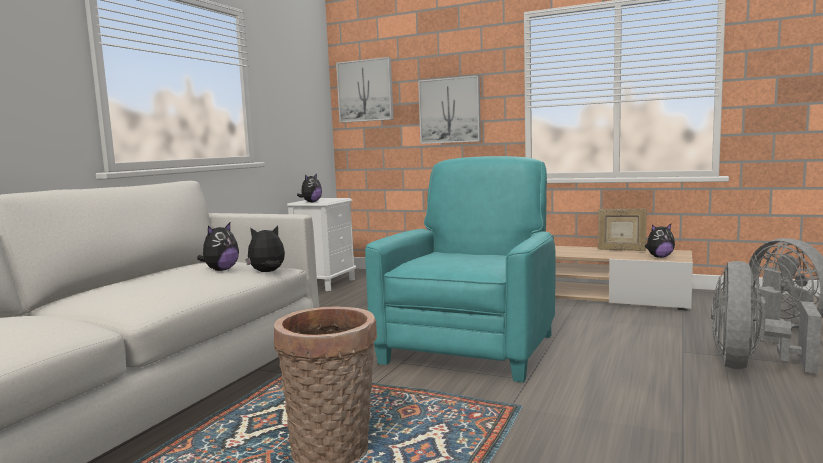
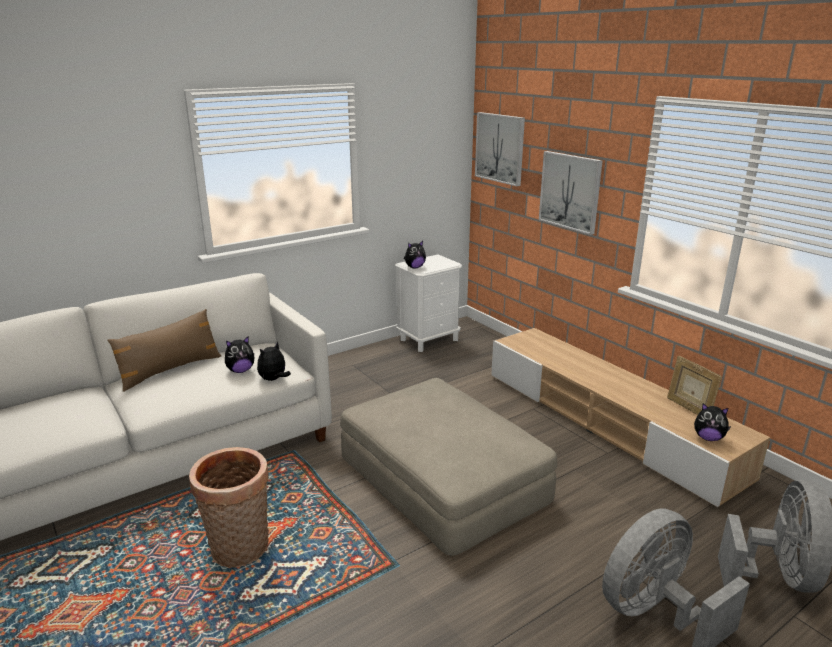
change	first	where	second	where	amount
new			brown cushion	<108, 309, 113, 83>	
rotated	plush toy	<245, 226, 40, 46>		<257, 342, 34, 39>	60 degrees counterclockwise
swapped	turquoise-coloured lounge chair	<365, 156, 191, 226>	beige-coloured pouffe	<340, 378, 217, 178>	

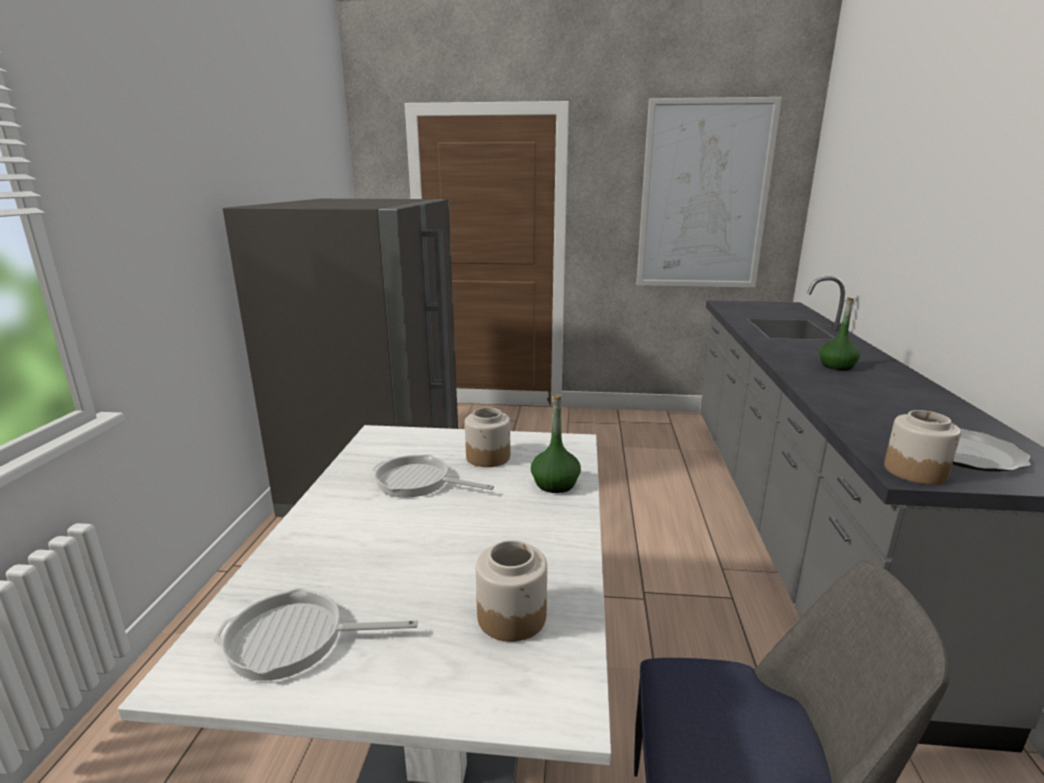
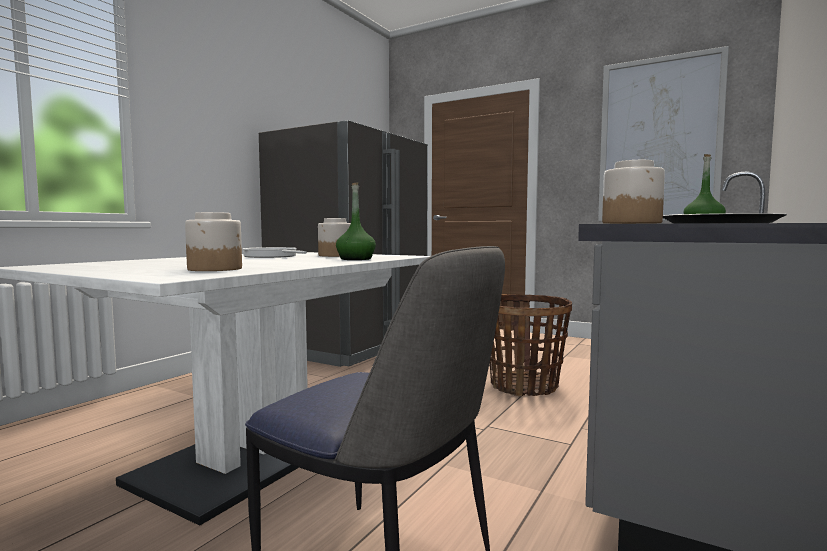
change	first	where	second	where	amount
new			household basket	<490, 294, 82, 103>	
gone	frying pan	<213, 588, 205, 93>			

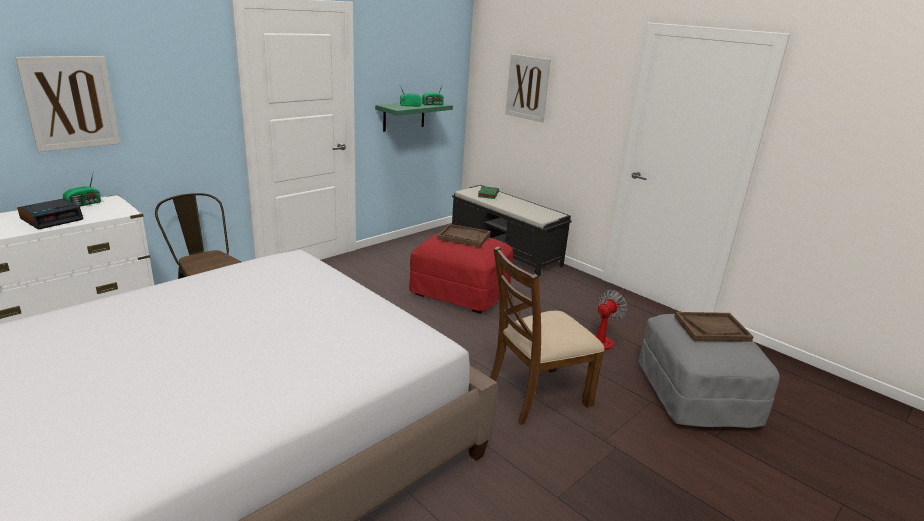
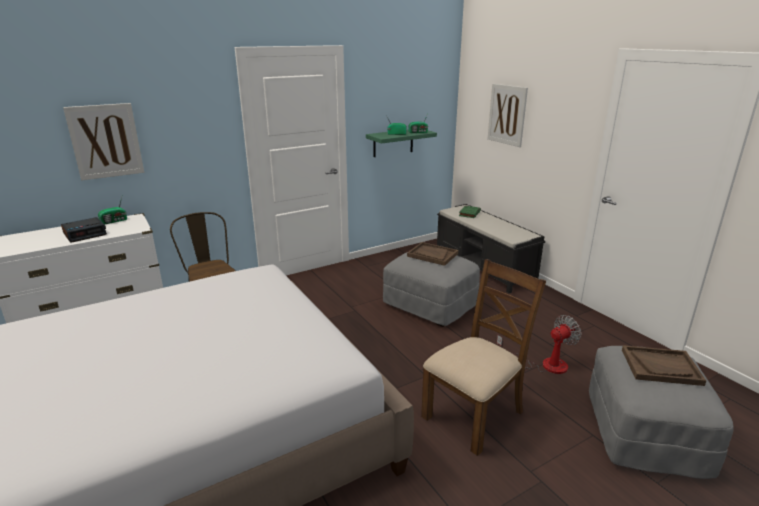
change	first	where	second	where	amount
repainted	red-coloured pouffe	<409, 233, 104, 81>	gray pouffe	<383, 252, 97, 75>	
rotated	brown chair	<490, 246, 115, 179>		<421, 259, 125, 197>	150 degrees clockwise

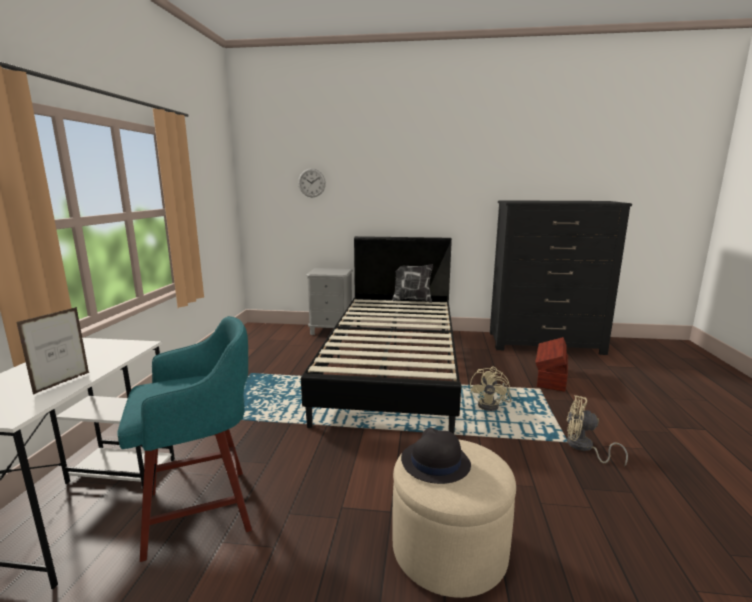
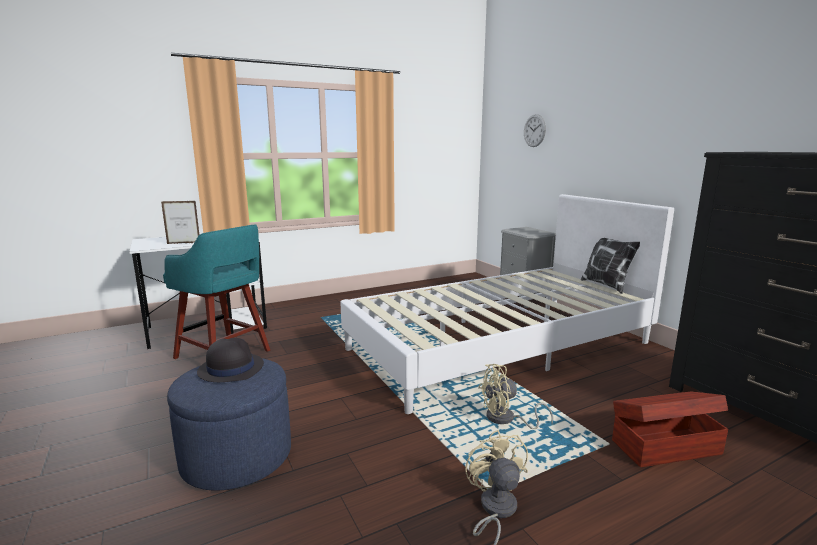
change	first	where	second	where	amount
repainted	beige-coloured pouffe	<392, 439, 124, 159>	bluish pouffe	<167, 358, 124, 133>	
repainted	black sleeping bed	<301, 236, 160, 198>	white sleeping bed	<340, 194, 334, 220>	

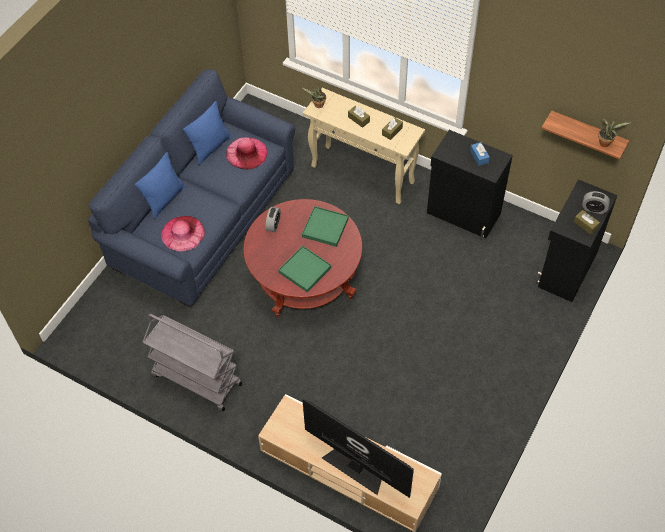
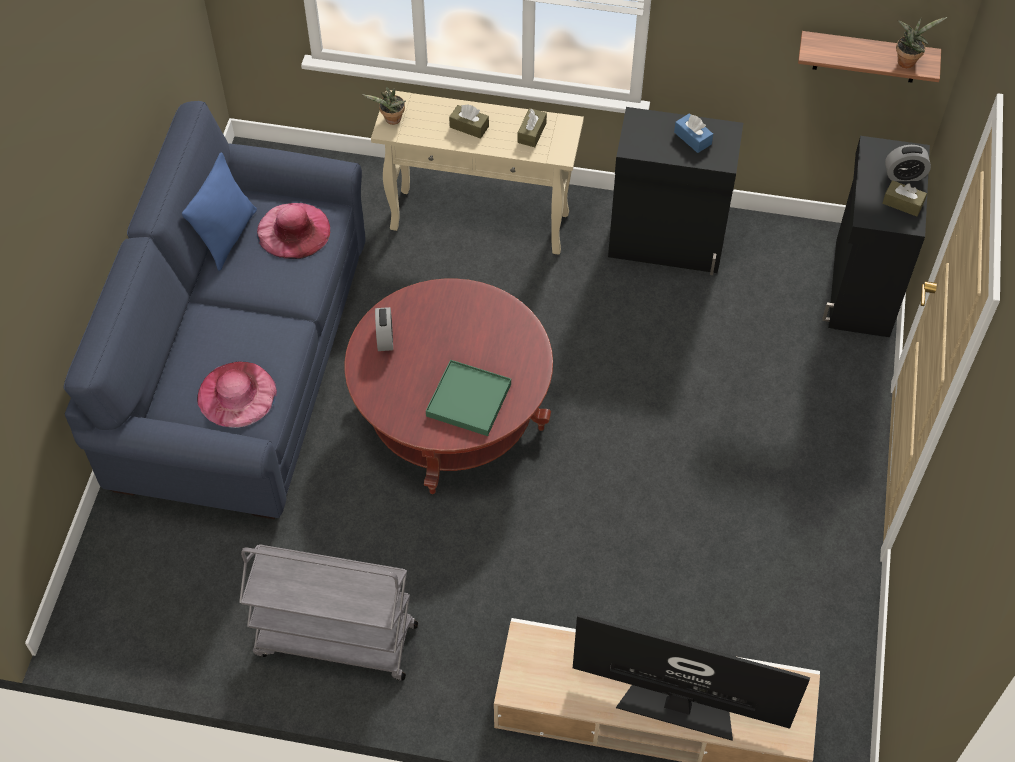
change	first	where	second	where	amount
gone	bluish cushion	<135, 152, 51, 67>			
gone	green serving tray	<302, 206, 47, 41>			

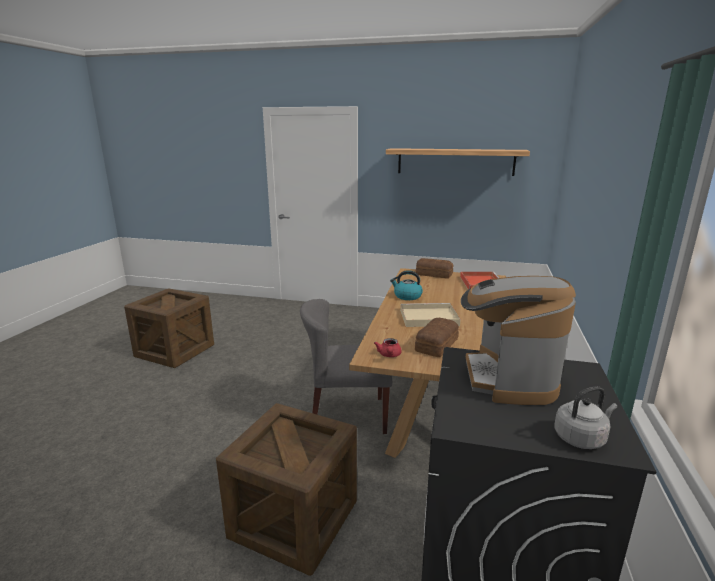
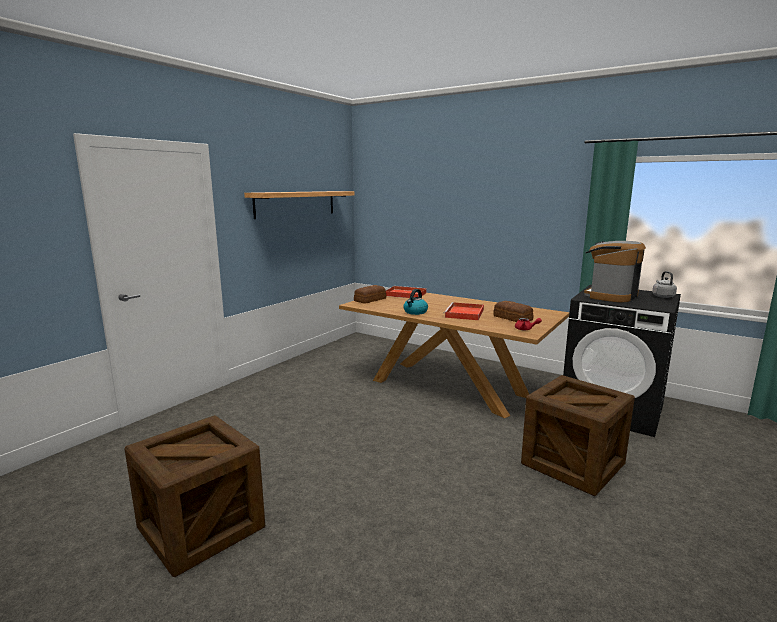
change	first	where	second	where	amount
repainted	beige-coloured serving tray	<400, 303, 61, 24>	red-coloured serving tray	<443, 302, 41, 18>	
rotated	coffee machine	<461, 276, 115, 129>		<584, 241, 62, 61>	105 degrees clockwise
gone	gray chair	<300, 299, 92, 135>			

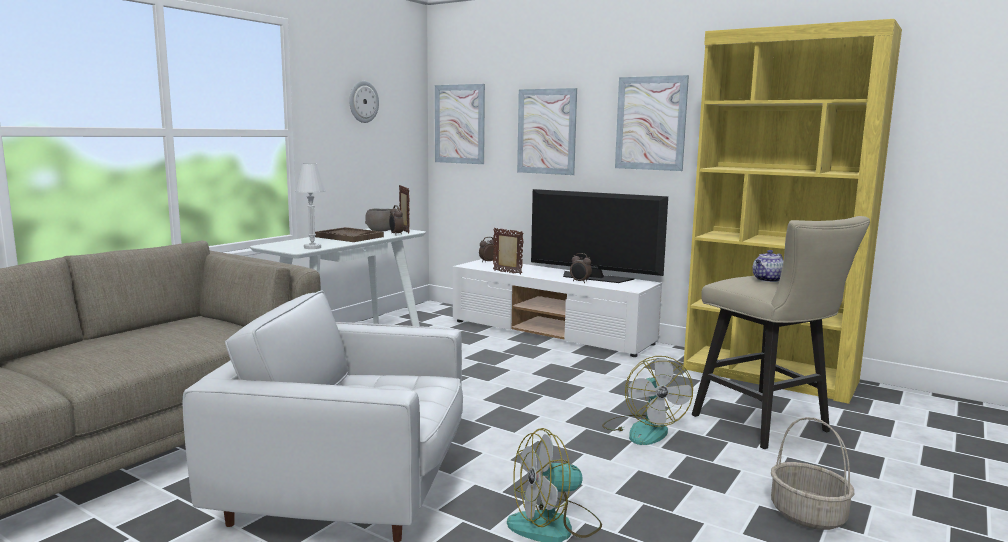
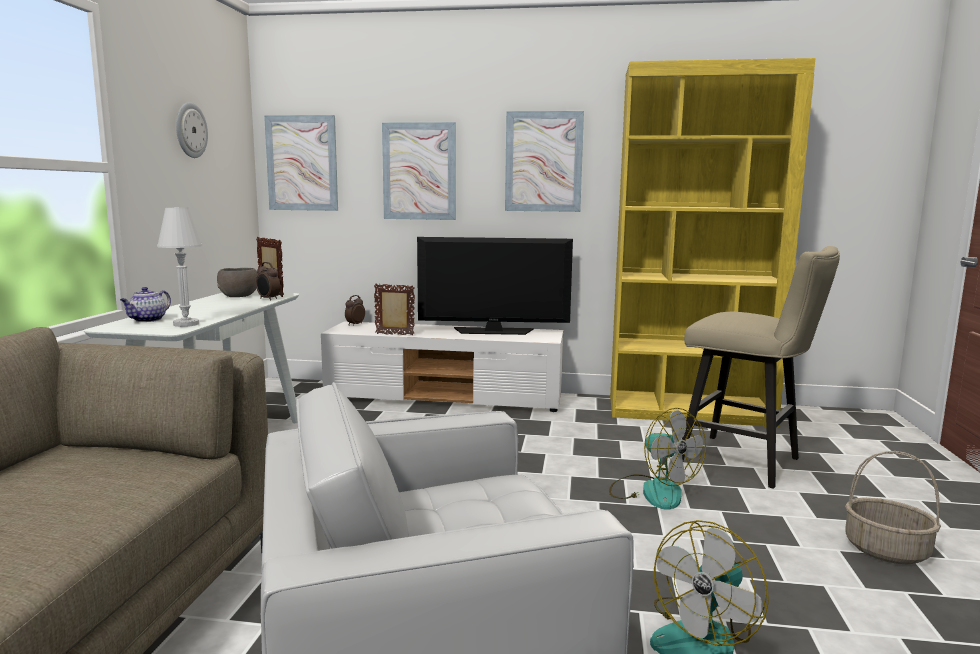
change	first	where	second	where	amount
shifted	tea pot	<752, 250, 31, 32>		<120, 287, 51, 35>	
gone	brown serving tray	<315, 227, 69, 15>			
gone	bedside clock	<570, 253, 22, 30>			

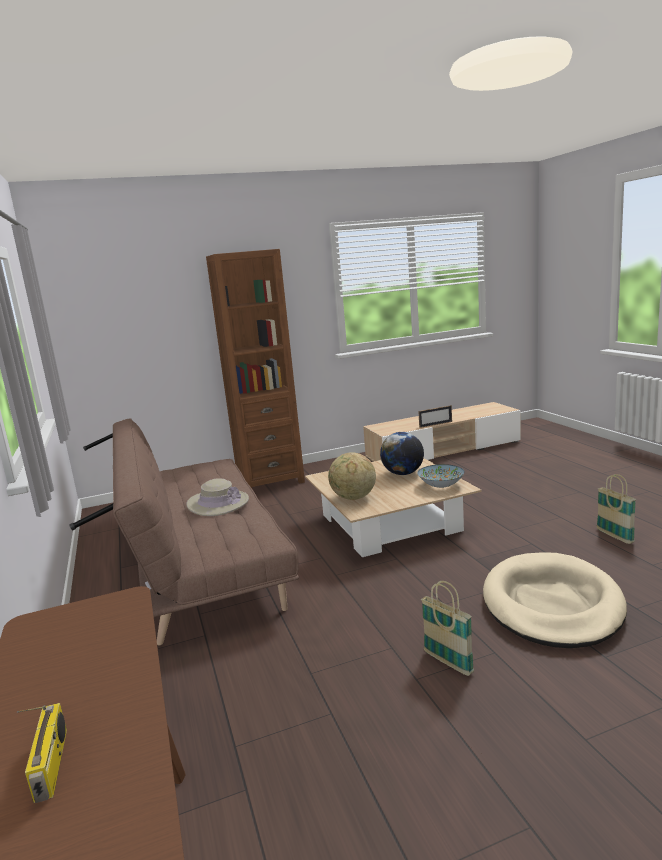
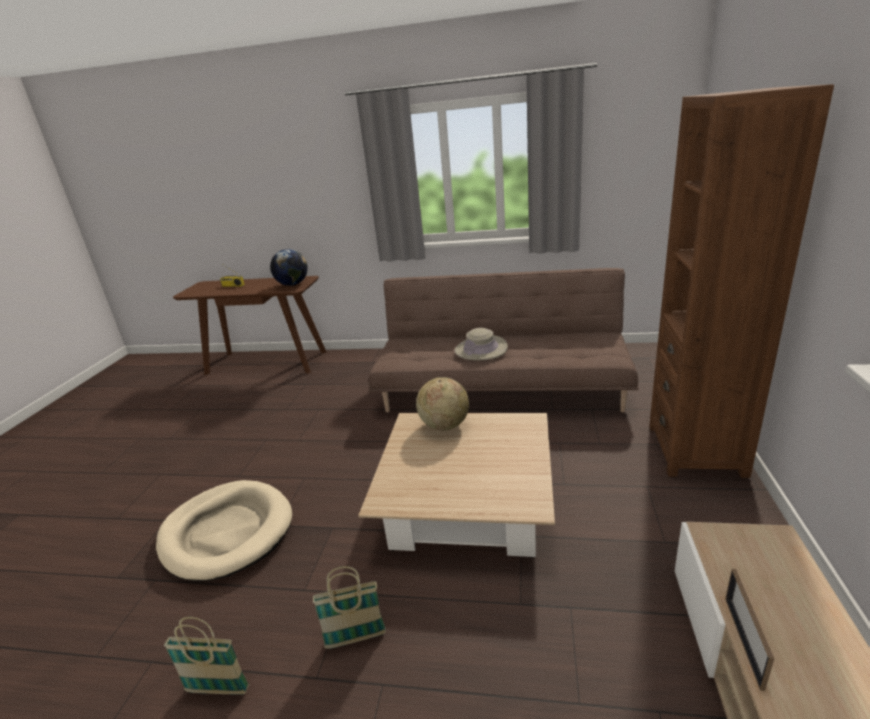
change	first	where	second	where	amount
shifted	world globe	<380, 432, 44, 43>		<270, 249, 38, 37>	
shifted	household basket	<421, 581, 53, 95>		<313, 566, 73, 83>	
gone	deep dish	<417, 464, 48, 24>			

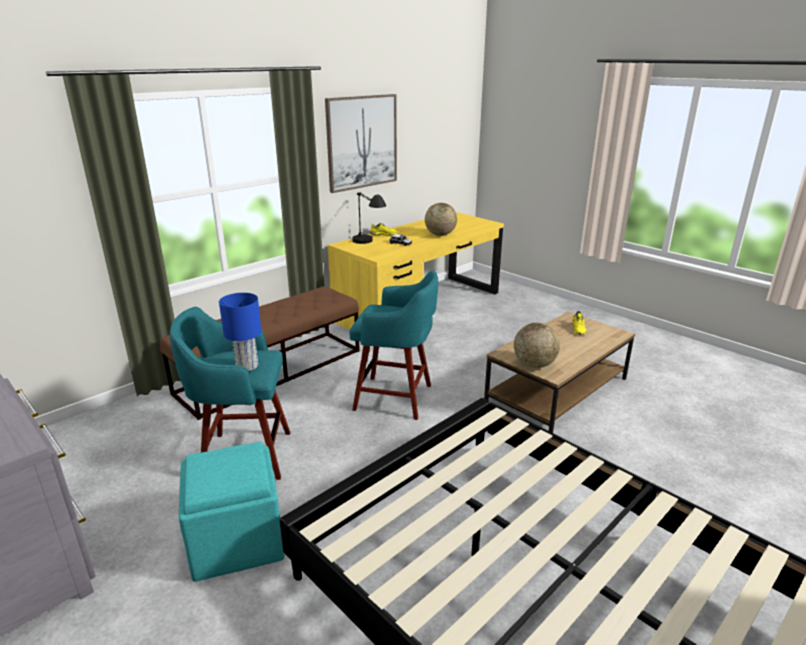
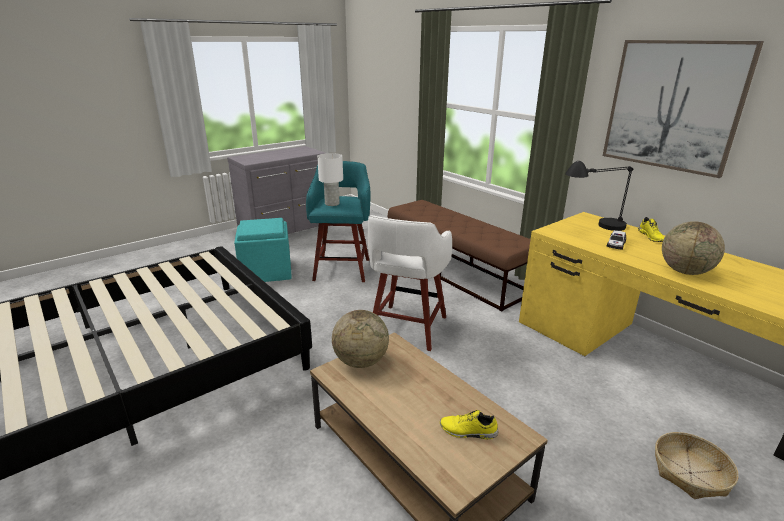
change	first	where	second	where	amount
repainted	bluish tabletop lamp	<219, 293, 43, 78>	white tabletop lamp	<317, 153, 26, 53>	
repainted	turquoise-coloured sitting stool	<349, 270, 89, 150>	white sitting stool	<367, 215, 85, 136>	
new			household basket	<655, 432, 84, 67>	

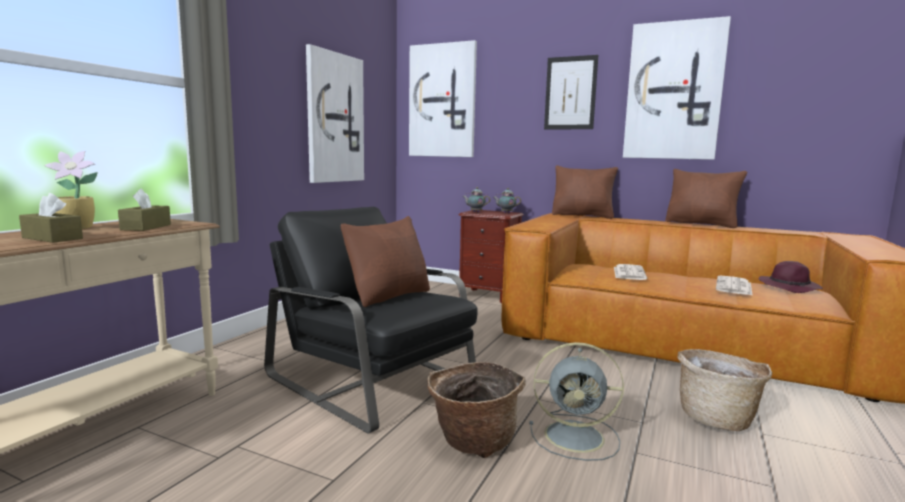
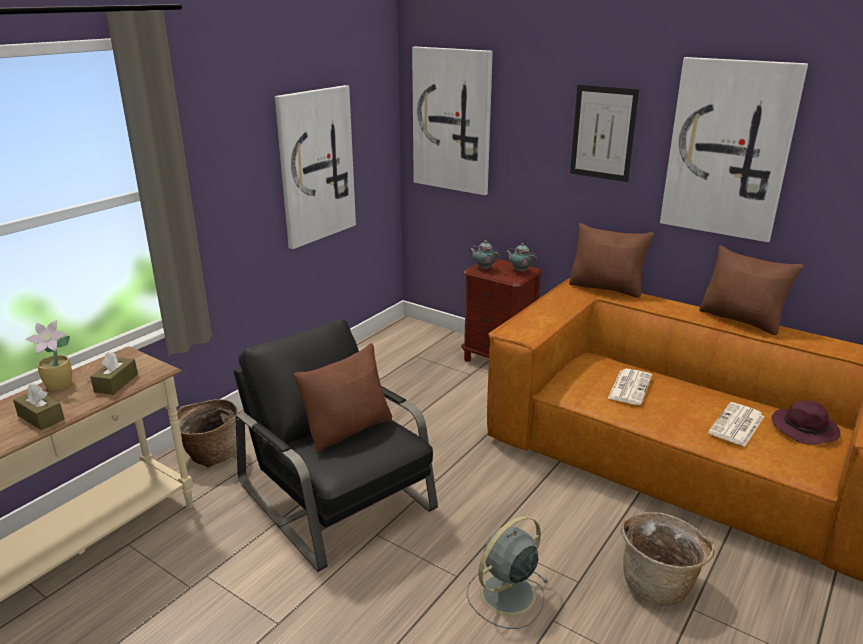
change	first	where	second	where	amount
shifted	household basket	<428, 362, 98, 96>		<177, 399, 62, 69>	
rotated	gray electric fan	<529, 342, 95, 119>		<466, 516, 83, 113>	120 degrees clockwise

